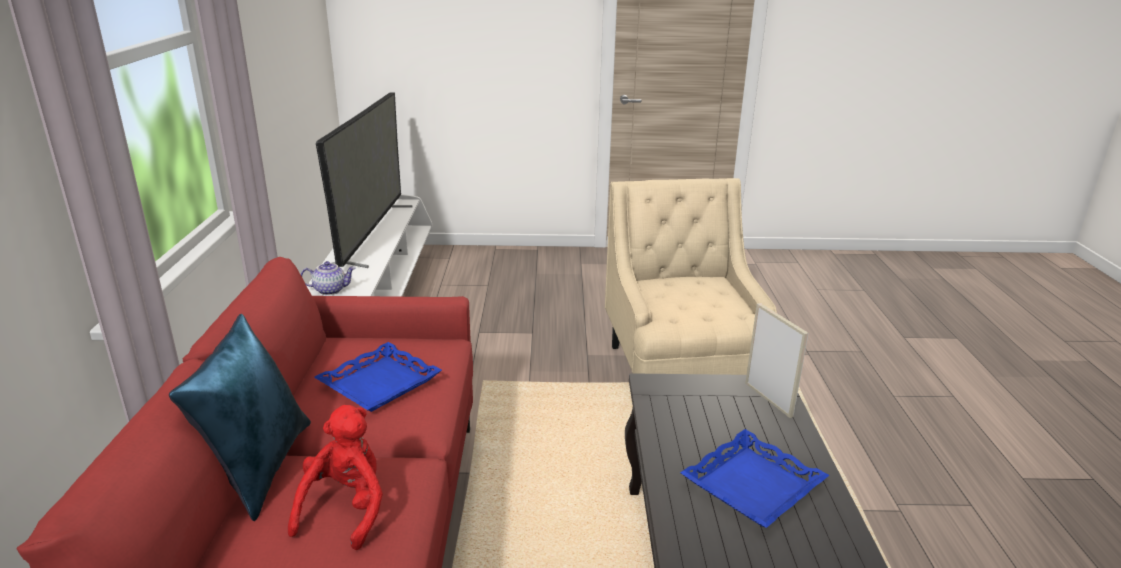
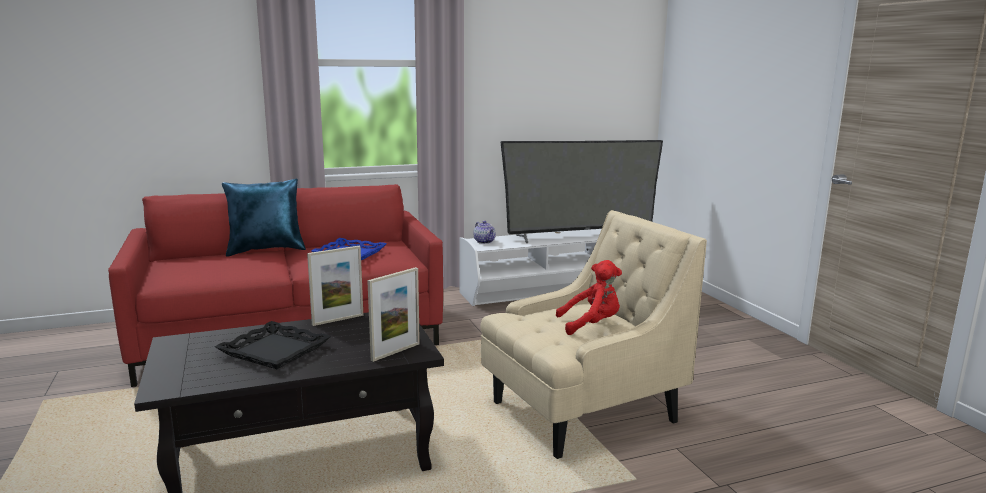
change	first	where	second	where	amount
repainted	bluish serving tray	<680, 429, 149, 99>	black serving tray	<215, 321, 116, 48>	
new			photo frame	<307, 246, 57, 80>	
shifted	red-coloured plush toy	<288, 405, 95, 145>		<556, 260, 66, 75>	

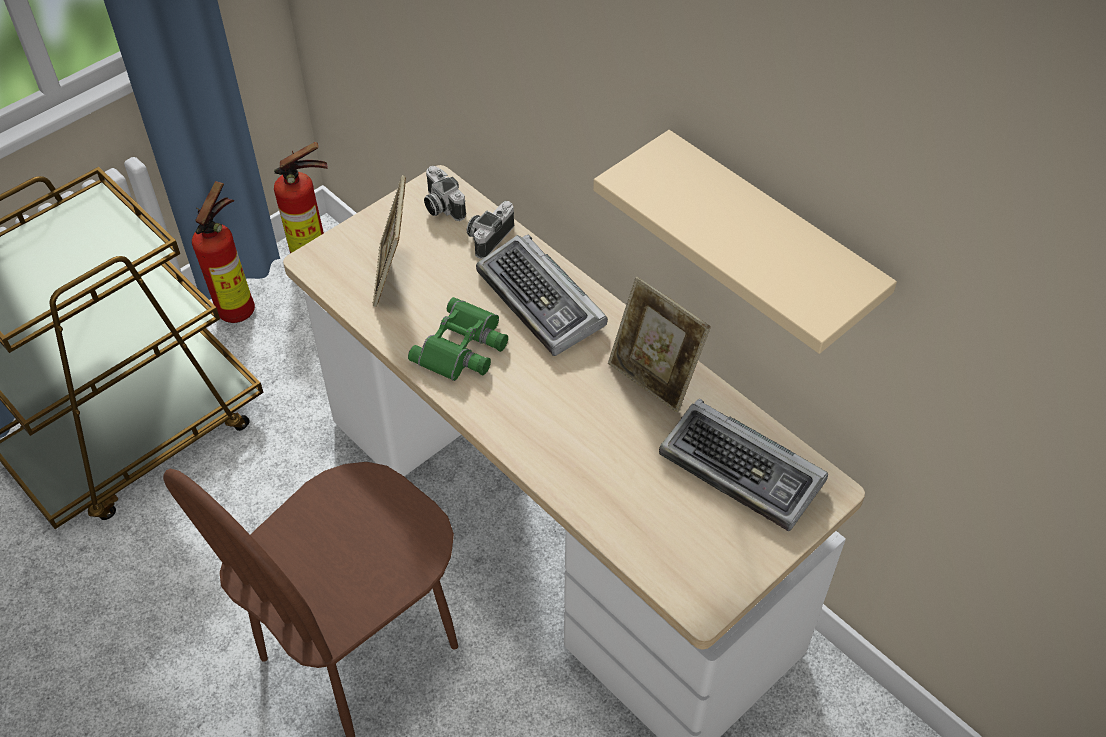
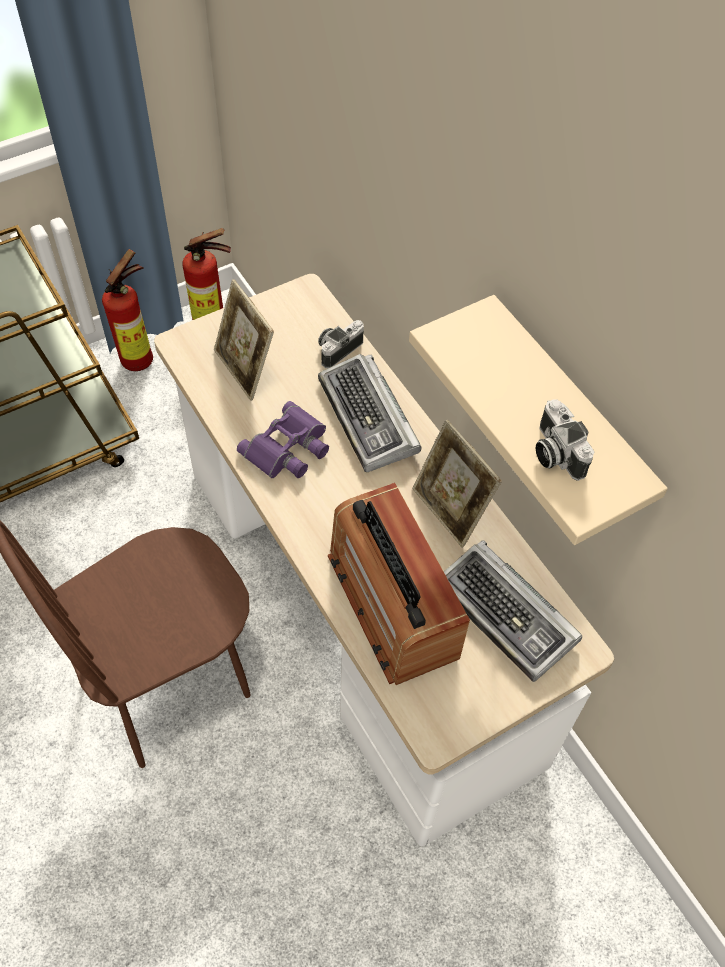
change	first	where	second	where	amount
rotated	photo frame	<372, 175, 34, 132>		<214, 279, 60, 122>	45 degrees counterclockwise
repainted	green binoculars	<408, 297, 100, 84>	purple-coloured binoculars	<237, 401, 92, 77>	
new			radio set	<328, 483, 142, 202>	
shifted	photo camera	<424, 166, 42, 55>		<536, 399, 58, 82>	

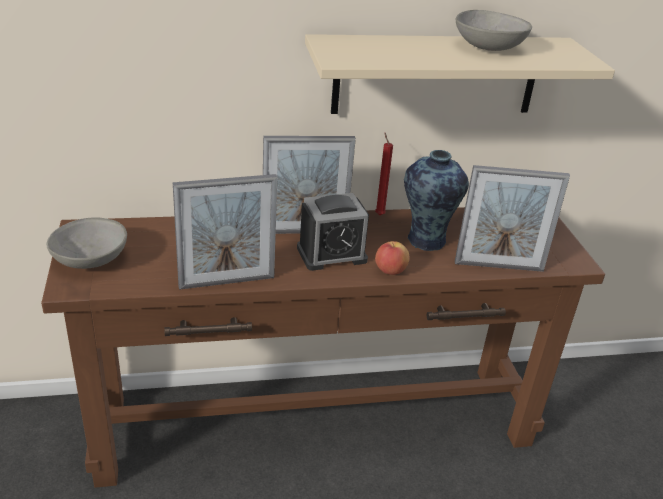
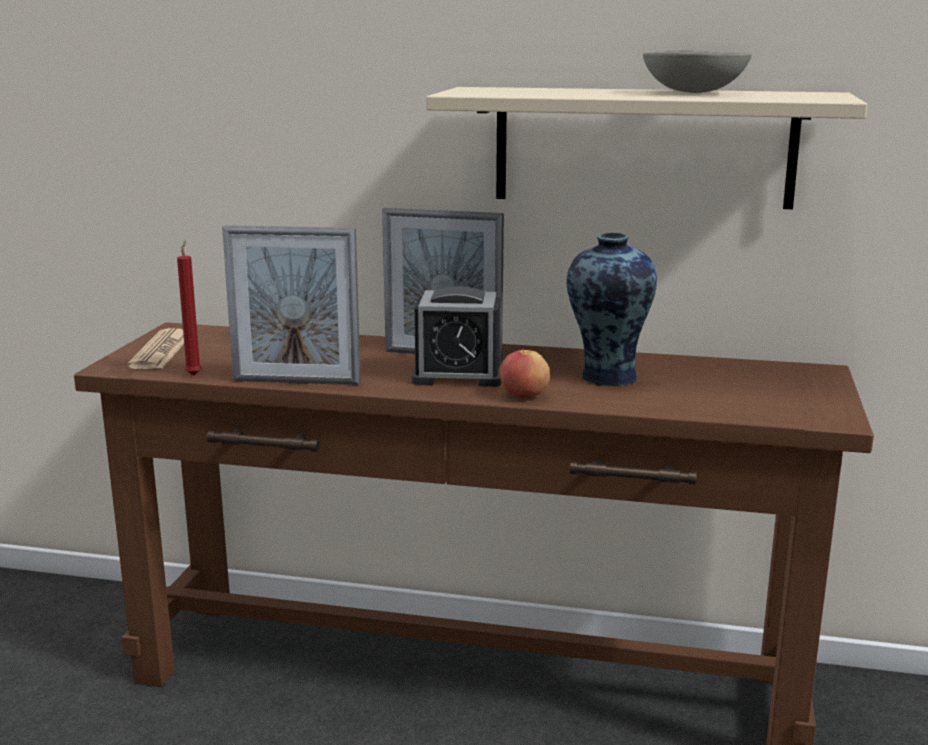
change	first	where	second	where	amount
swapped	gray deep dish	<46, 217, 81, 52>	printed paper	<127, 328, 57, 41>	
shifted	red-coloured wax candle	<375, 133, 18, 82>		<177, 241, 25, 135>	
gone	photo frame	<455, 165, 115, 107>			

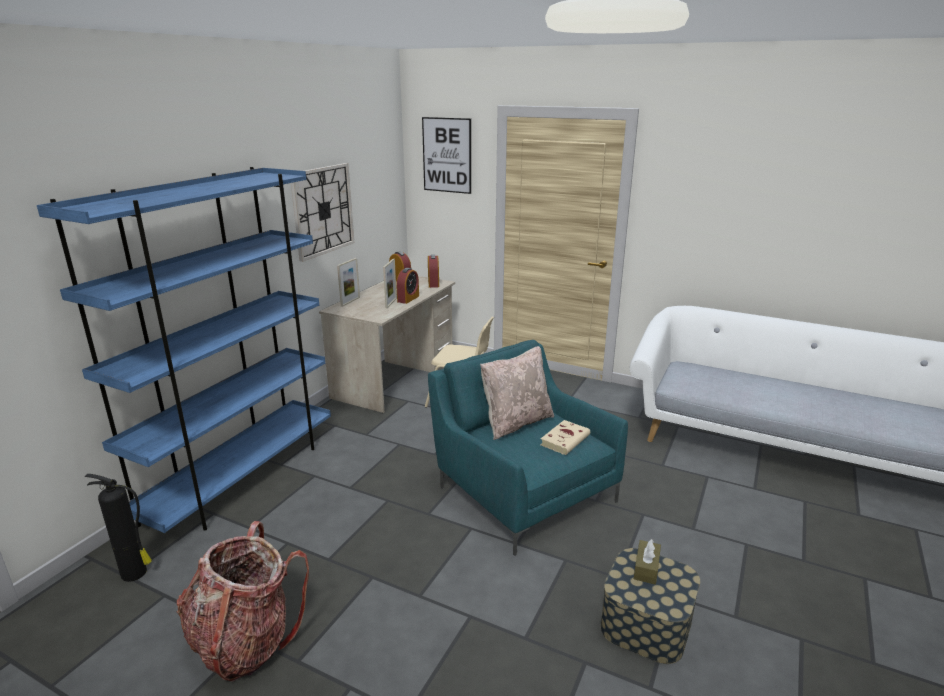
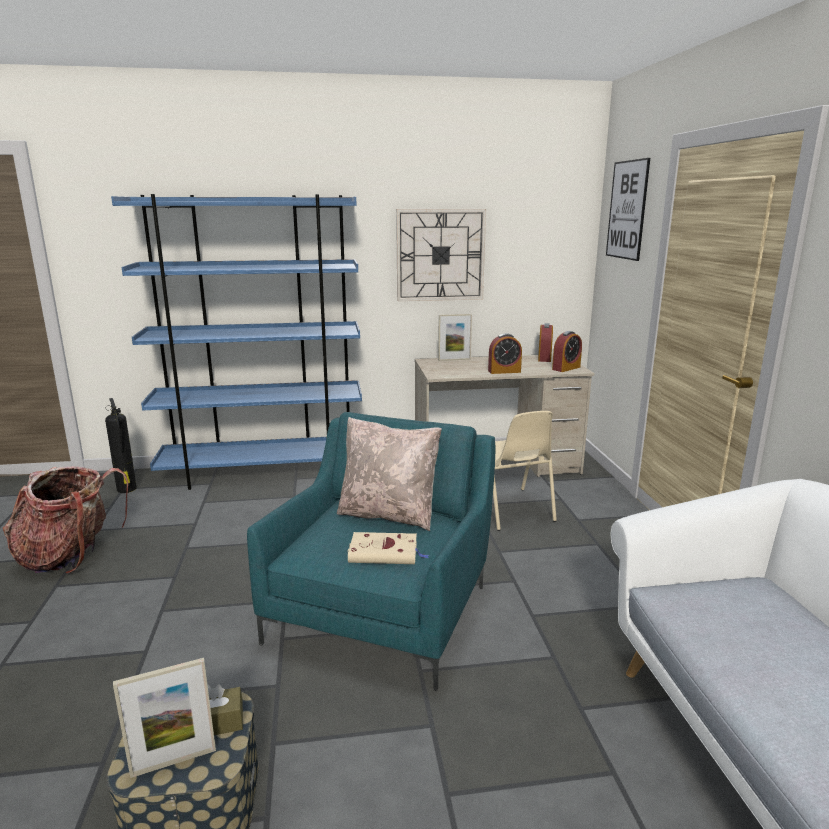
change	first	where	second	where	amount
shifted	photo frame	<383, 259, 14, 49>		<113, 658, 103, 120>	

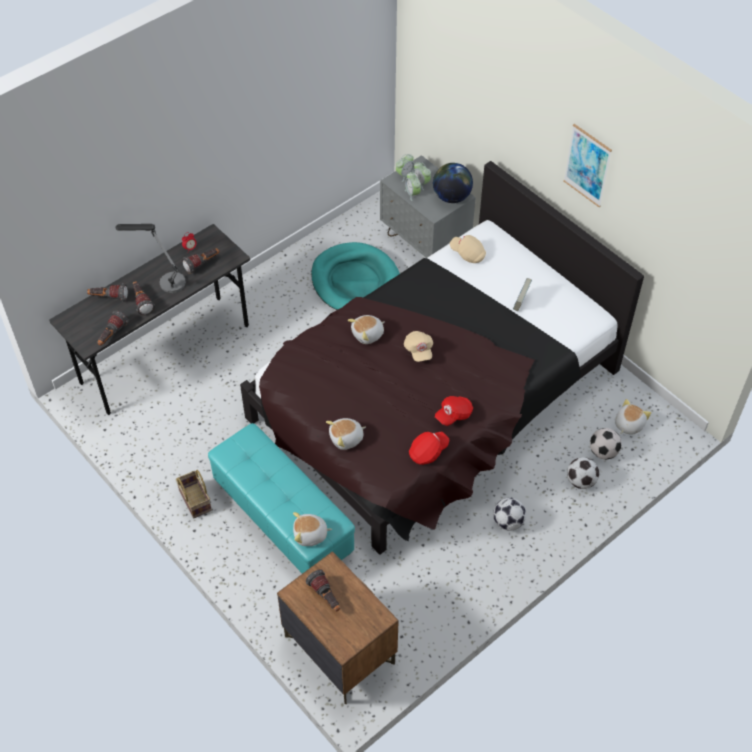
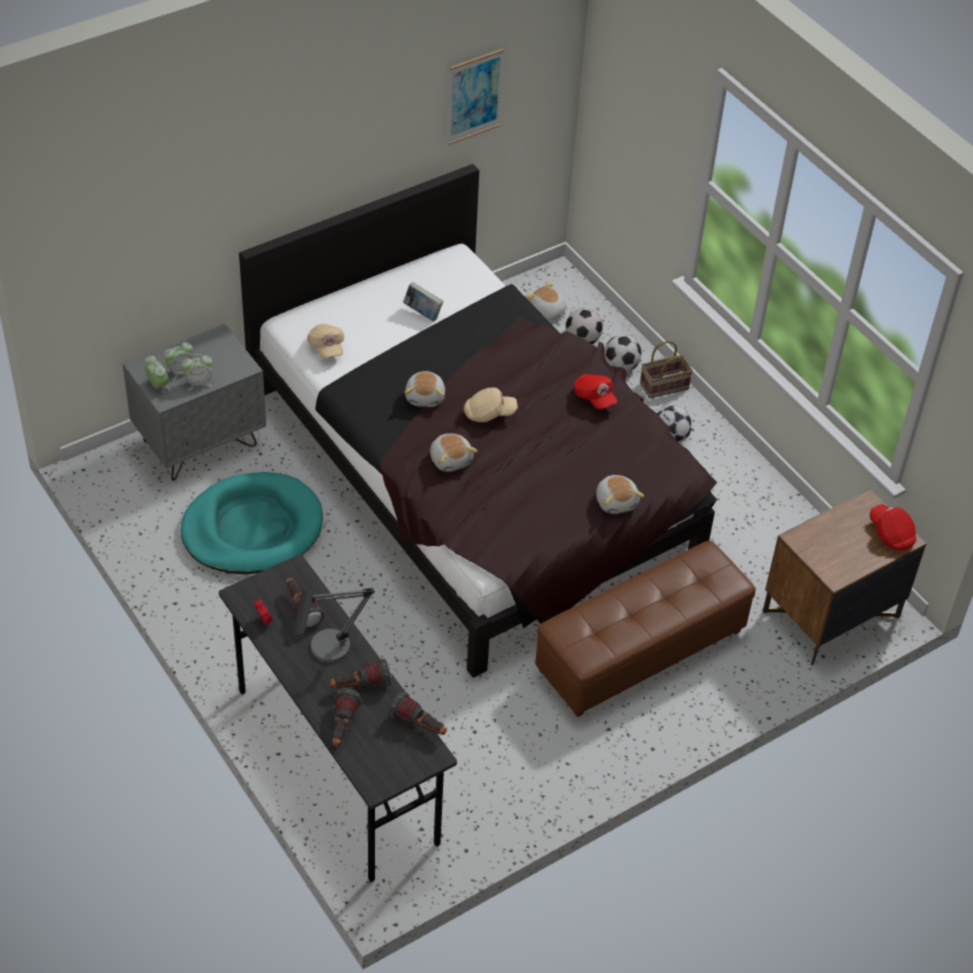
change	first	where	second	where	amount
rotated	beige-coloured baseball cap	<450, 235, 36, 28>		<307, 324, 38, 34>	60 degrees counterclockwise
shifted	plush toy	<293, 512, 39, 34>		<404, 371, 41, 36>	
shifted	wall art	<563, 124, 49, 83>		<448, 49, 56, 96>	
repainted	turquoise-coloured pouffe	<208, 423, 147, 151>	brown pouffe	<535, 541, 221, 176>	
shifted	household basket	<176, 470, 36, 49>		<640, 341, 53, 58>	
shifted	red-coloured baseball cap	<409, 432, 40, 33>		<870, 504, 46, 47>	
gone	torch	<306, 569, 34, 43>			
gone	world globe	<433, 163, 40, 40>			

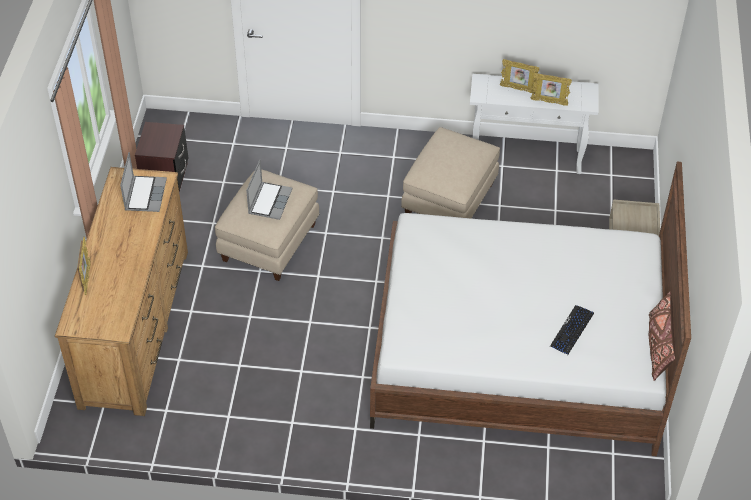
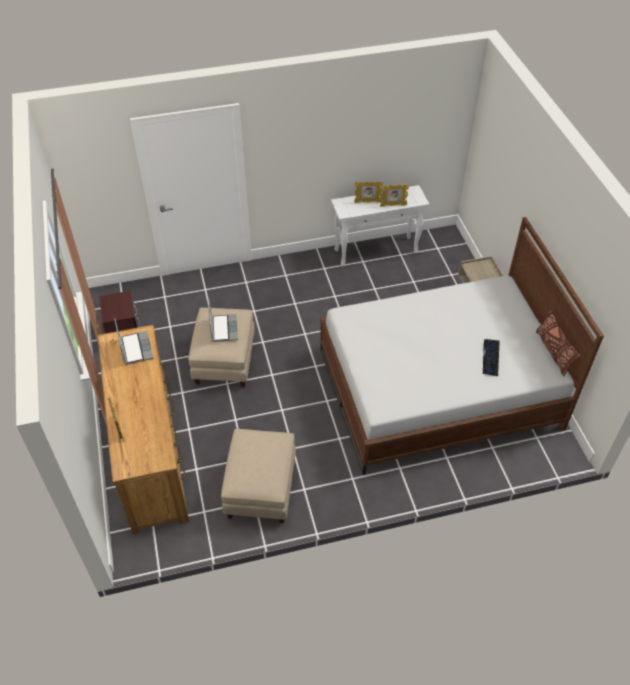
change	first	where	second	where	amount
shifted	beige-coloured pouffe	<401, 127, 99, 91>		<221, 429, 75, 94>	

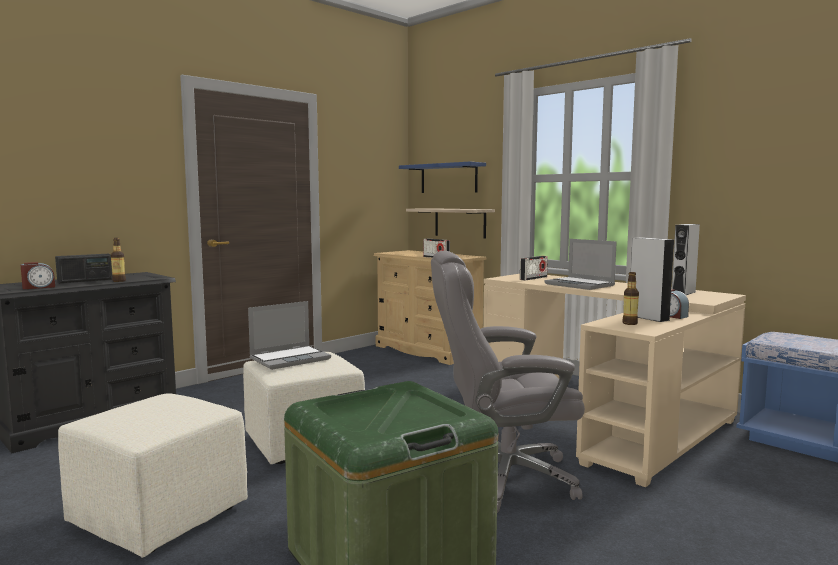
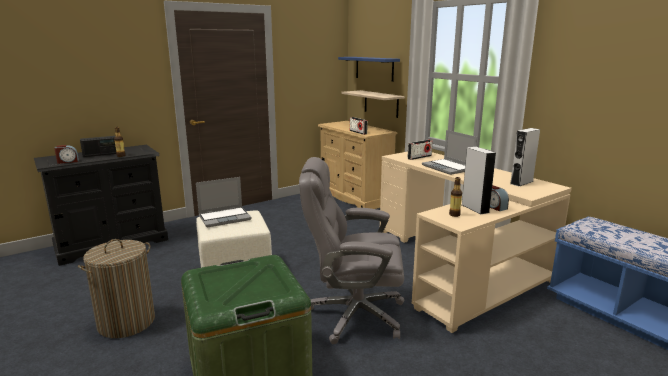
change	first	where	second	where	amount
swapped	beige-coloured pouffe	<58, 393, 190, 165>	laundry basket	<78, 239, 77, 99>	

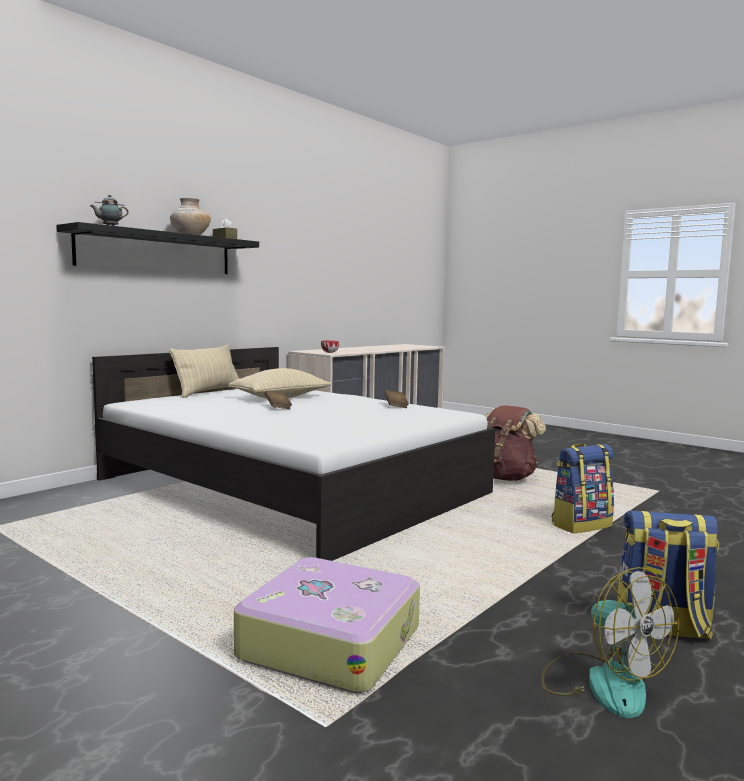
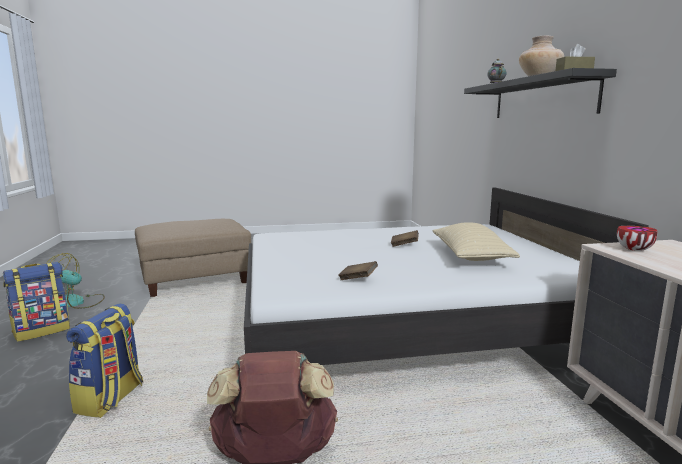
change	first	where	second	where	amount
swapped	travel case	<234, 557, 186, 136>	beige-coloured pouffe	<135, 219, 116, 78>	
gone	beige-coloured cushion	<169, 344, 70, 54>			

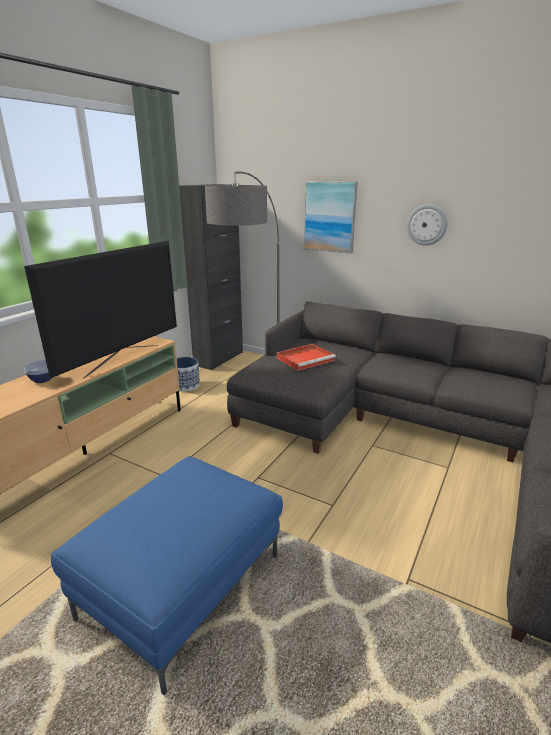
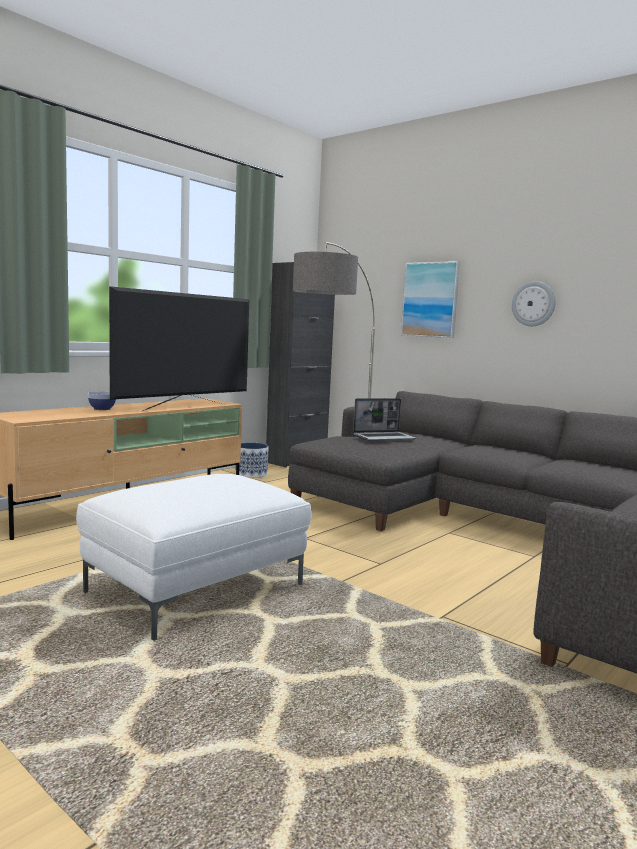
change	first	where	second	where	amount
repainted	bluish pouffe	<51, 456, 232, 240>	white pouffe	<76, 474, 236, 167>	
swapped	red-coloured serving tray	<277, 344, 59, 27>	laptop	<353, 398, 64, 43>	

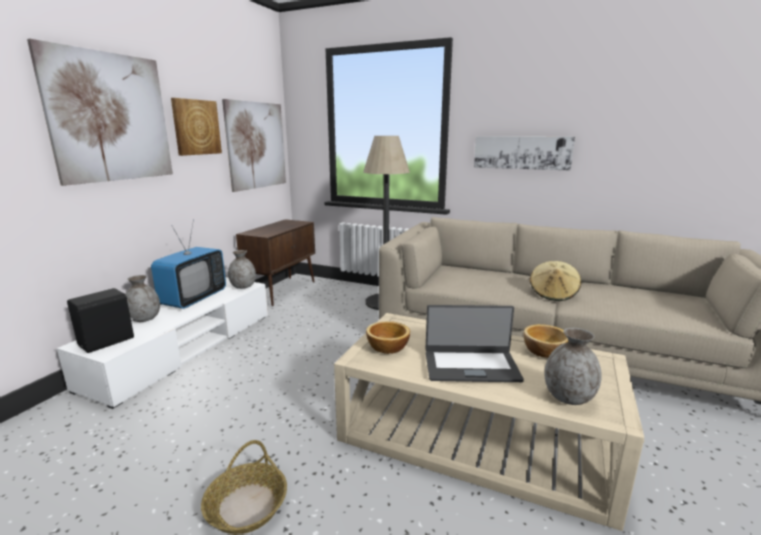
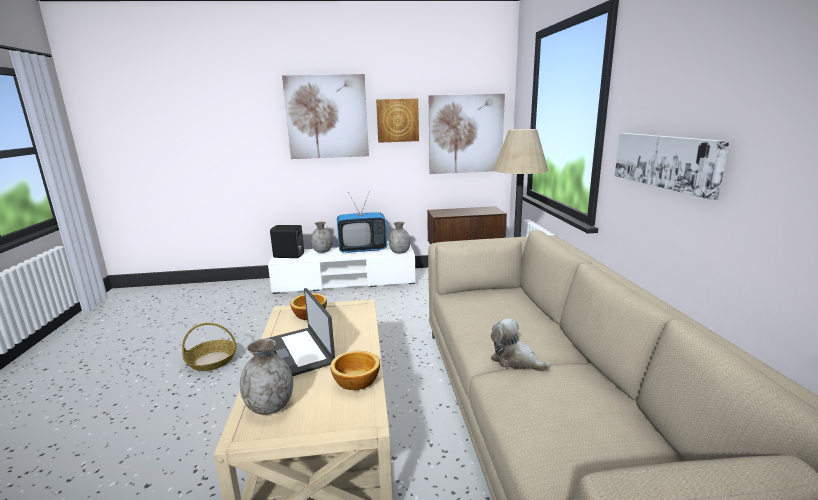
change	first	where	second	where	amount
swapped	beige-coloured clothing hat	<530, 261, 51, 40>	plush toy	<491, 318, 60, 54>	

